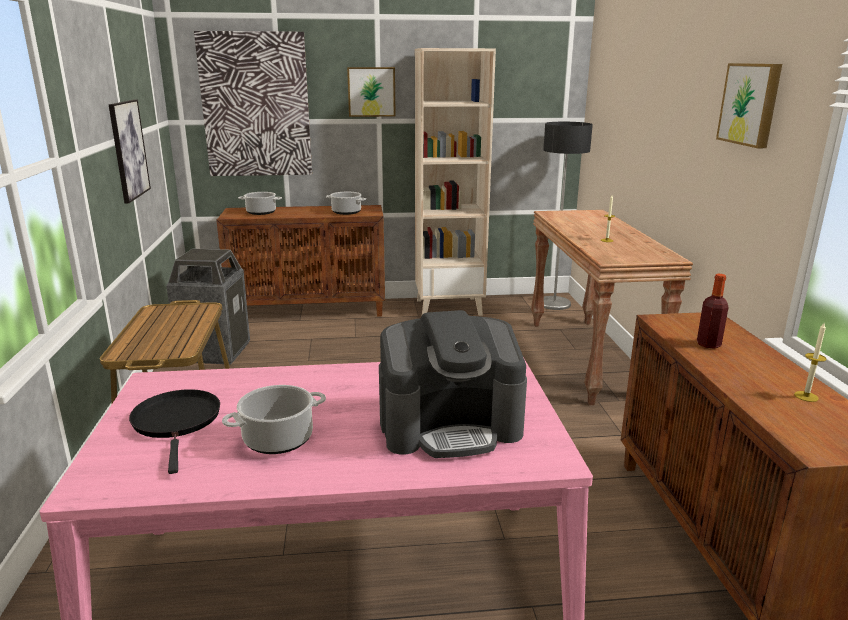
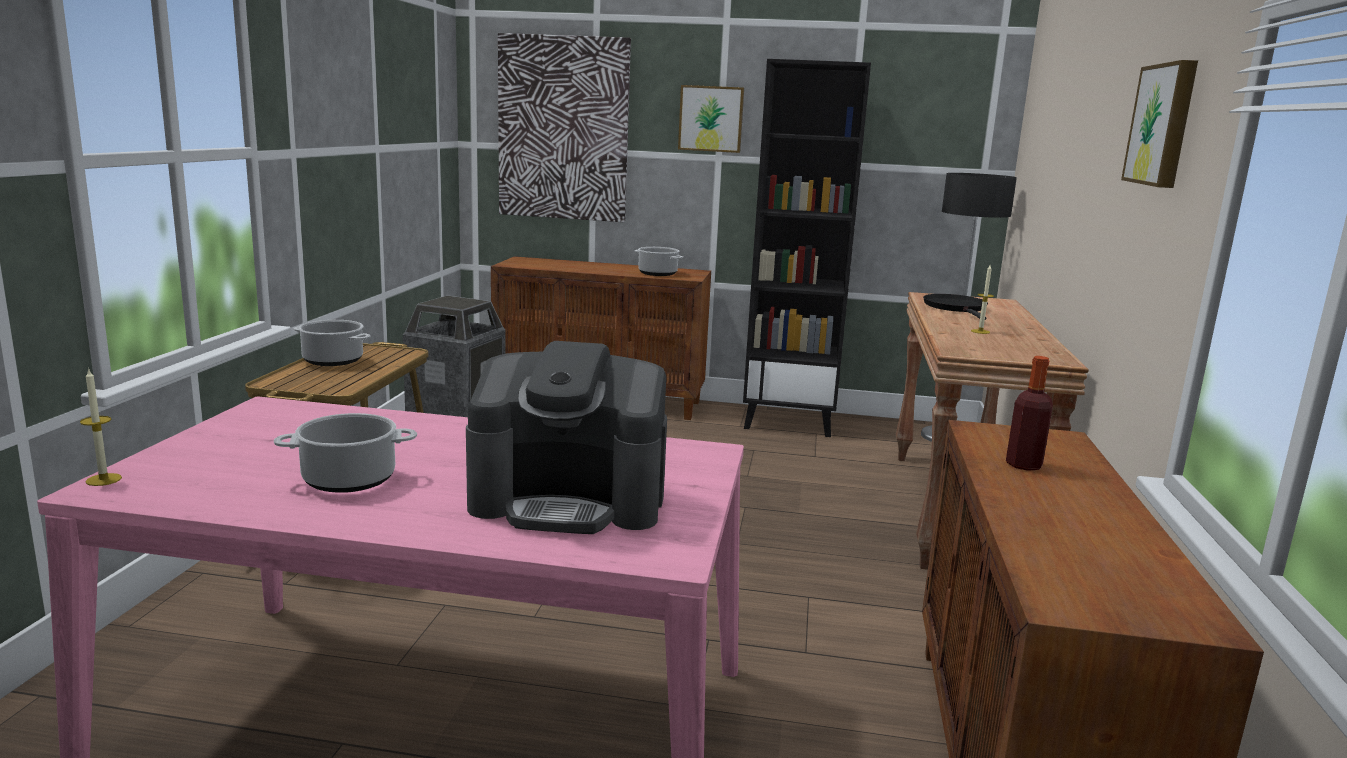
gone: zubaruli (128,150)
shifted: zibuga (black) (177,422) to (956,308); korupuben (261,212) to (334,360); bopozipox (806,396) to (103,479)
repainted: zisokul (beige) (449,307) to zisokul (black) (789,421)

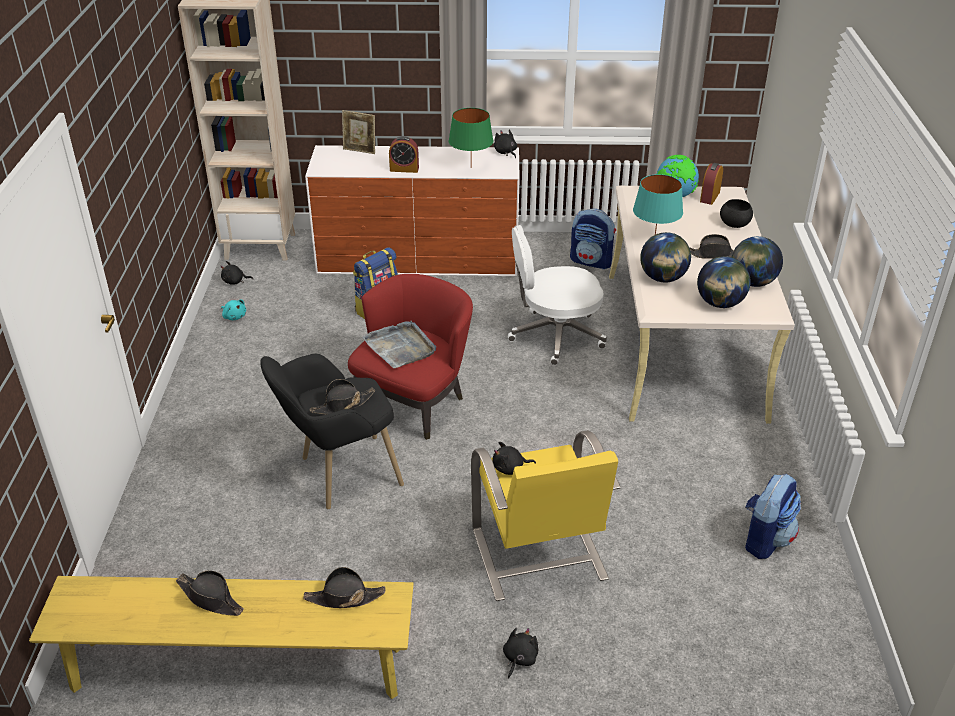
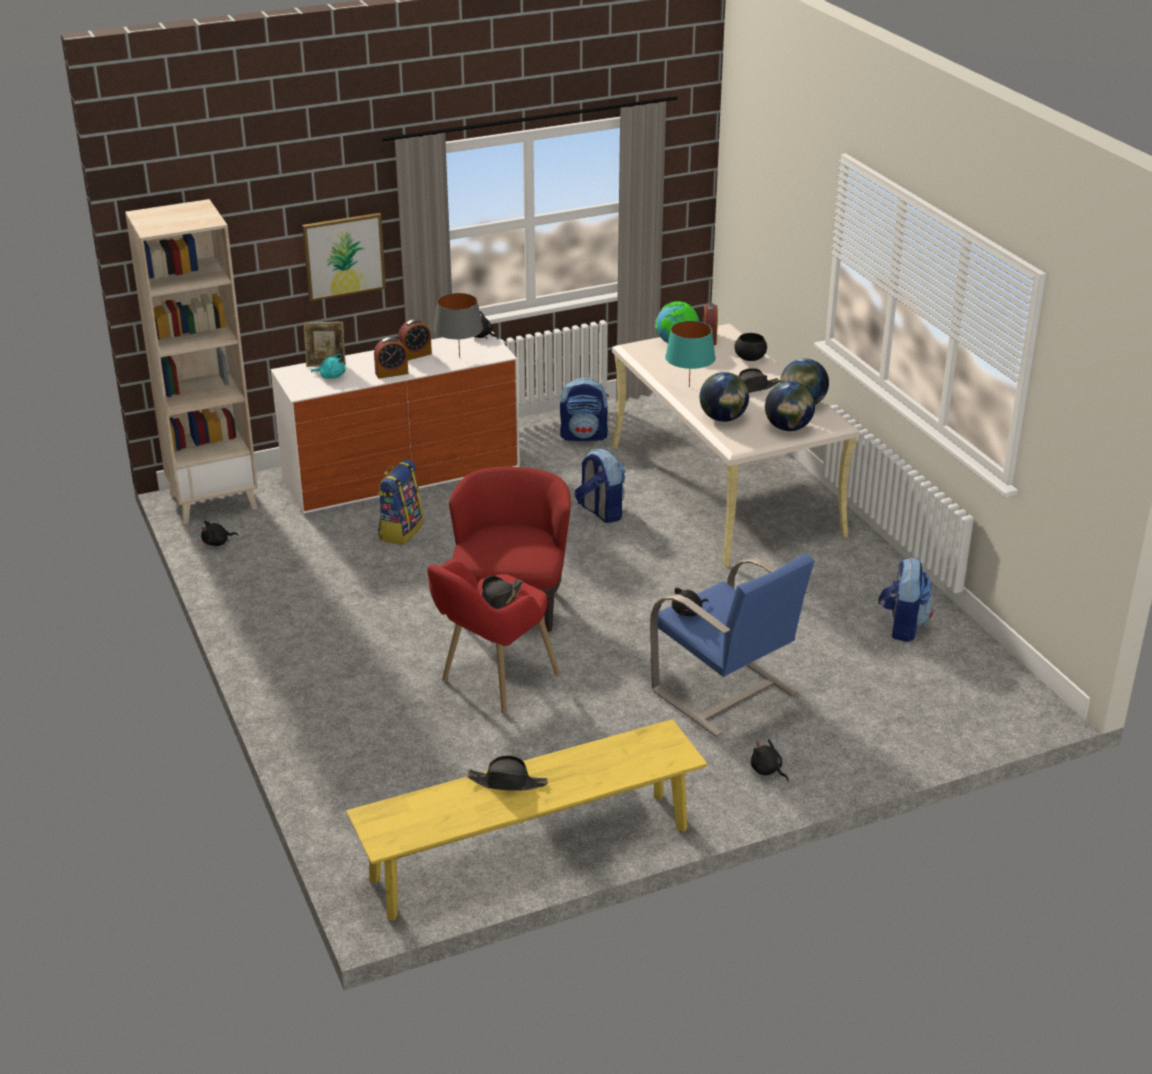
gone: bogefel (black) (344,597); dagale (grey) (401,347)
new: zubaruli (344,256); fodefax (415,355)
shifted: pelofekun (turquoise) (234,316) to (331,376)
swapped: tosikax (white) (555,335) to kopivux (600,512)
repainted: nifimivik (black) (338,476) to nifimivik (red) (490,685); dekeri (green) (470,167) to dekeri (grey) (459,357); nifimivik (yellow) (539,555) to nifimivik (blue) (725,693)
rotated: pelofekun (black) (519,659) = (767,770) 45 degrees counterclockwise

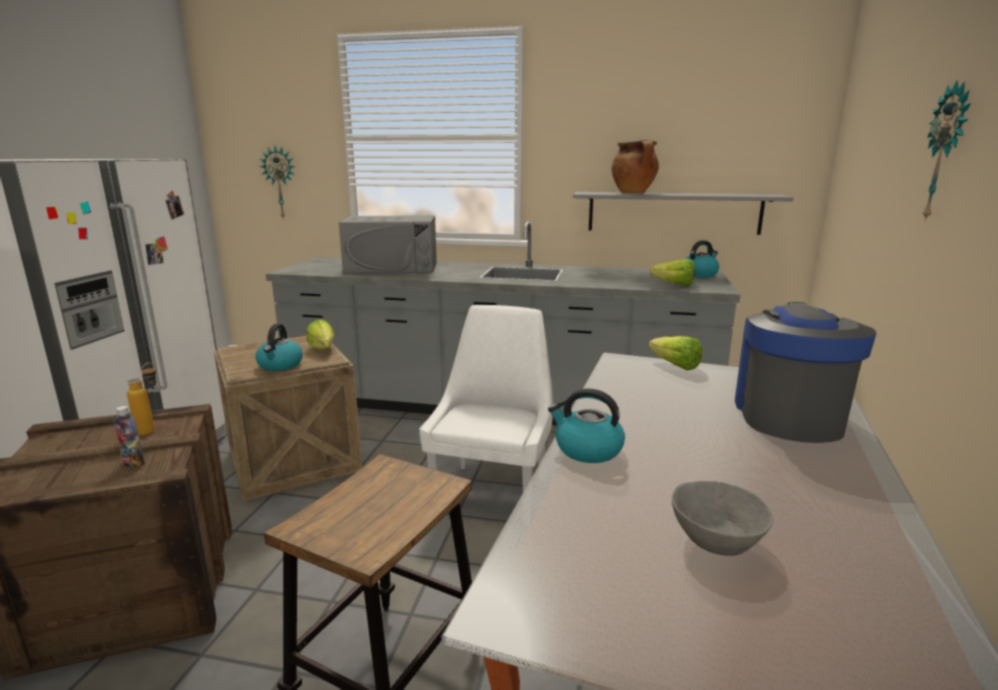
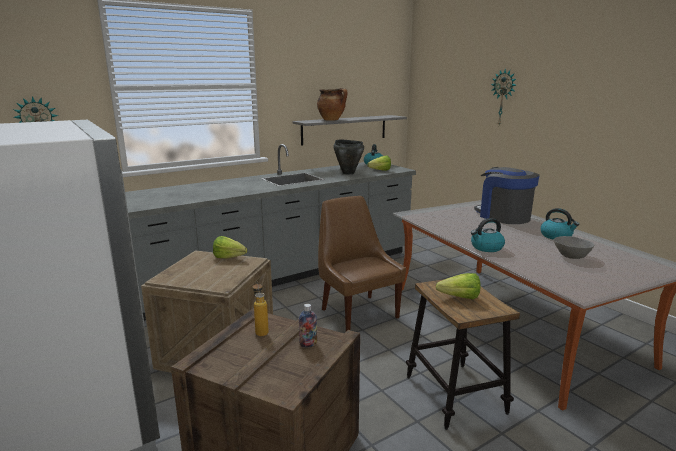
gone: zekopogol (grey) (392,267)
new: korupuben (black) (348,173)
shifted: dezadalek (280,365) to (556,236); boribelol (672,365) to (456,297)
repainted: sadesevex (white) (493,491) to sadesevex (brown) (358,312)

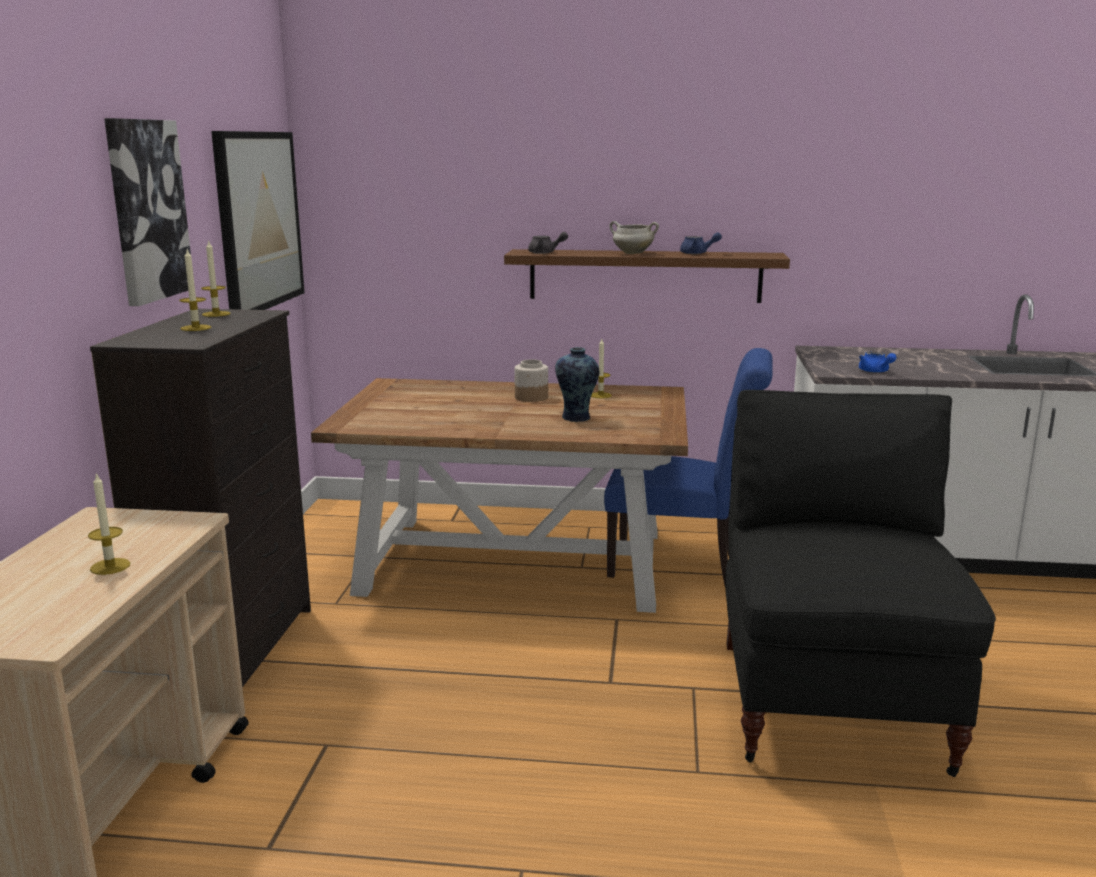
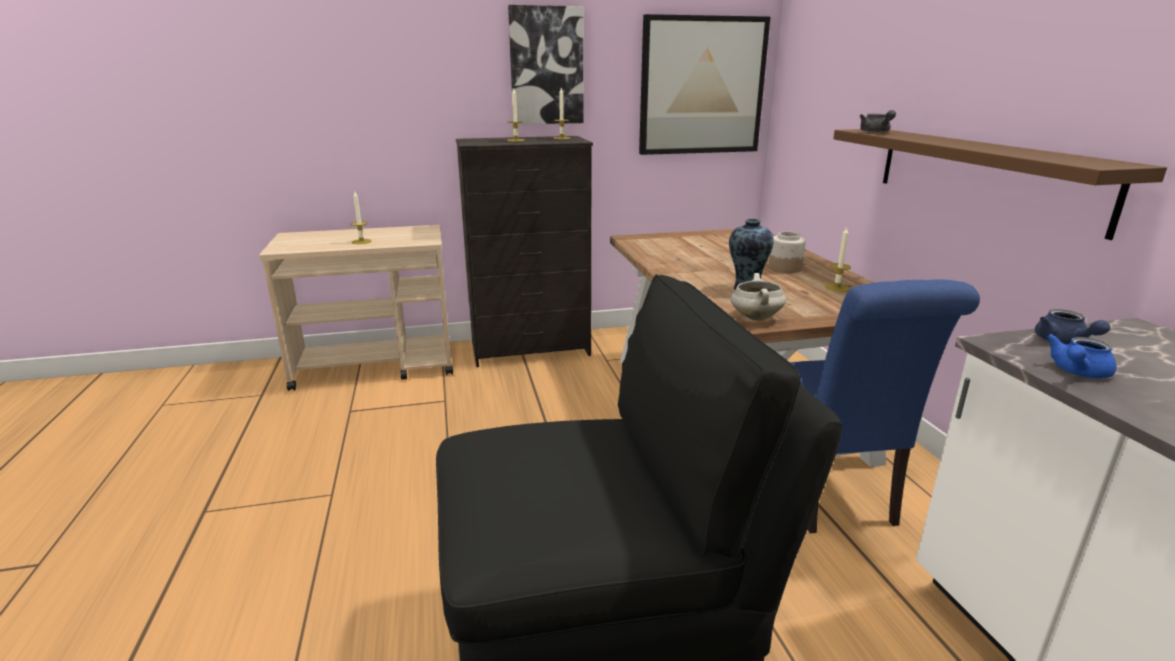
shifted: korupuben (white) (632,253) to (755,317); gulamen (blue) (697,253) to (1063,342)

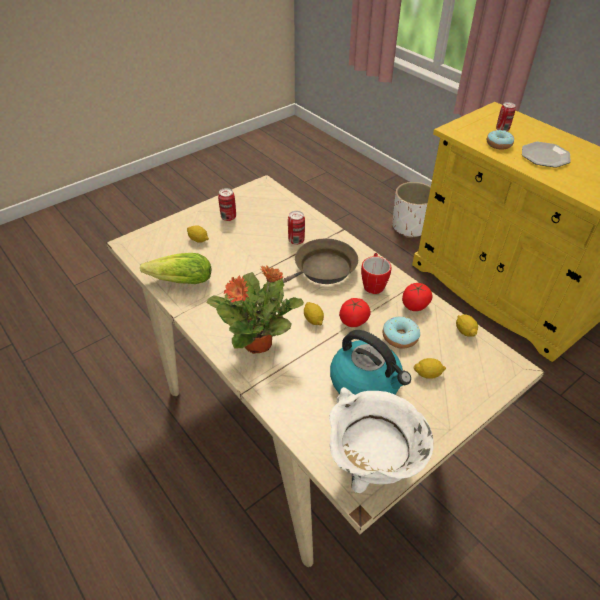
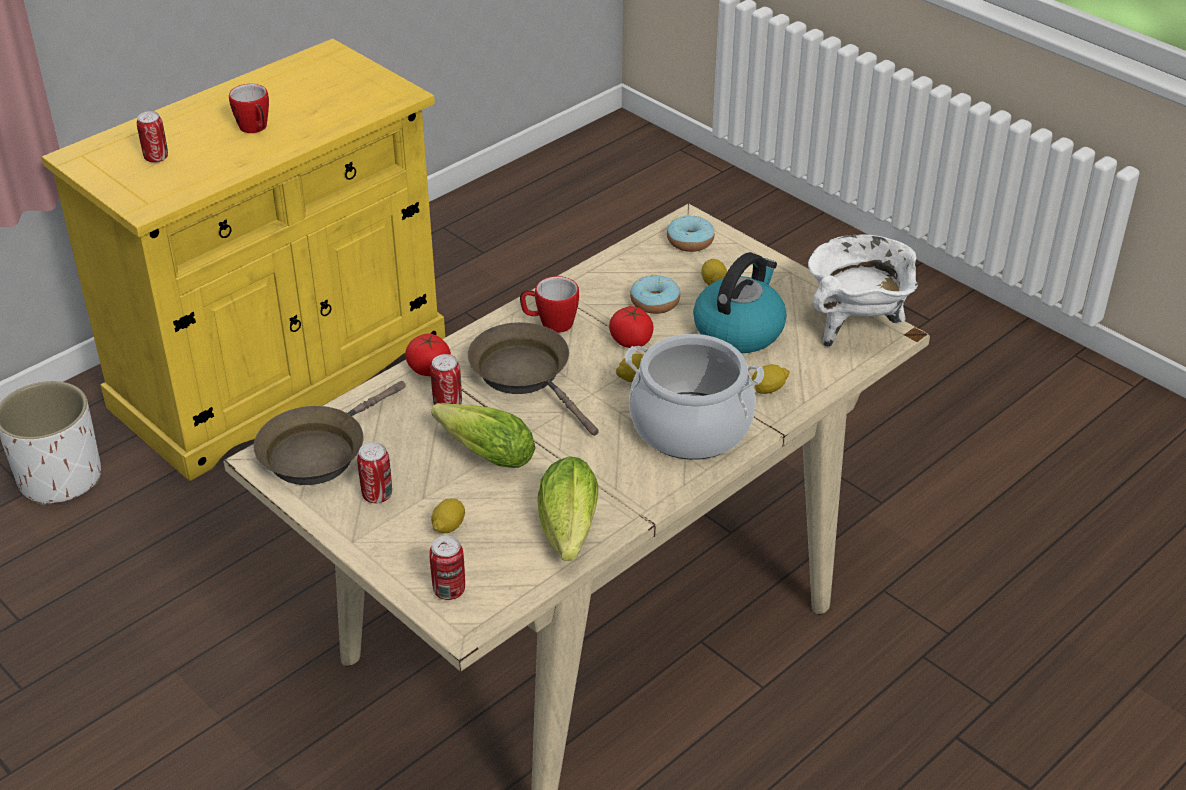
new: zibuga (brown) (318,451); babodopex (449,590); boribelol (481,452)
shifted: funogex (415,305) to (429,369); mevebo (464,331) to (767,389); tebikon (499,144) to (690,241)
swapped: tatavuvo (259,343) to korupuben (690,426); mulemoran (545,157) to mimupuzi (255,129)

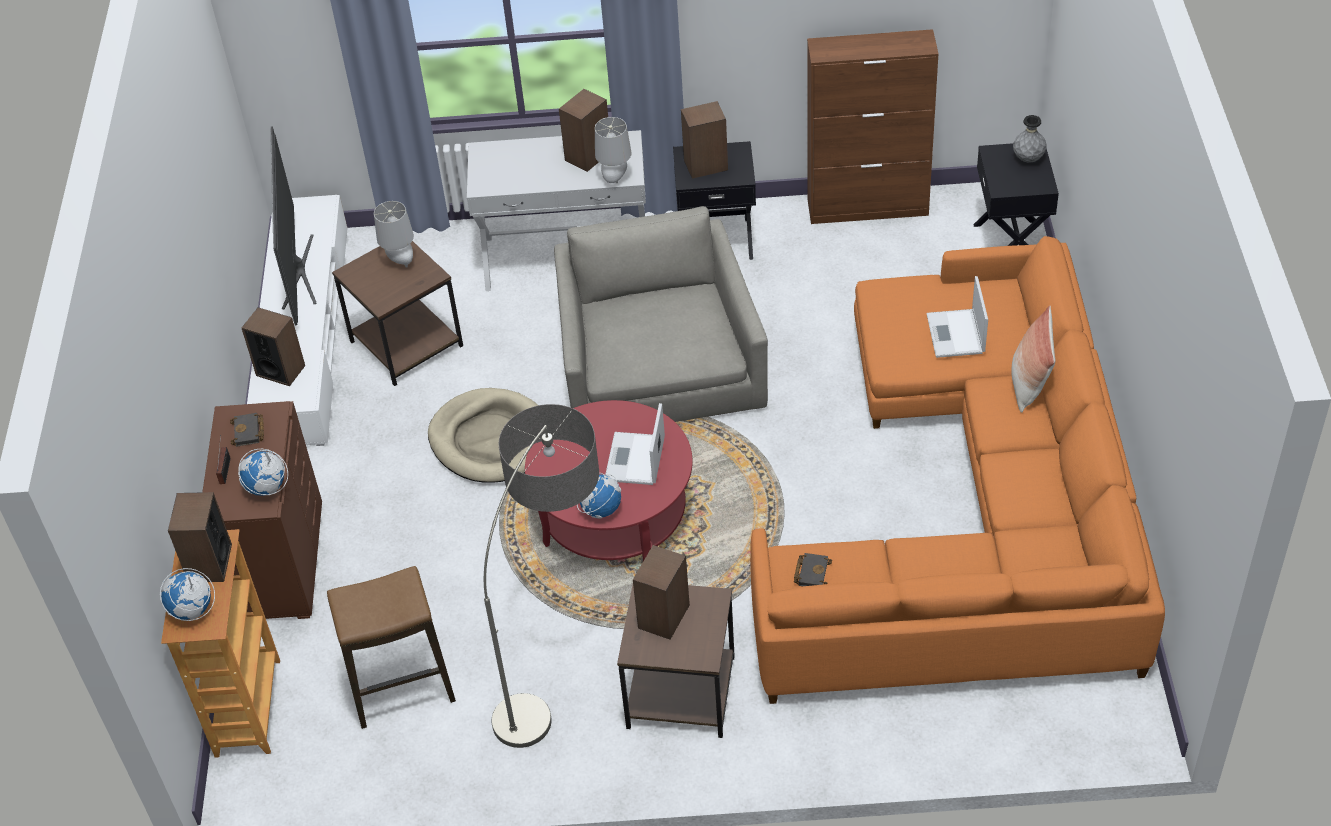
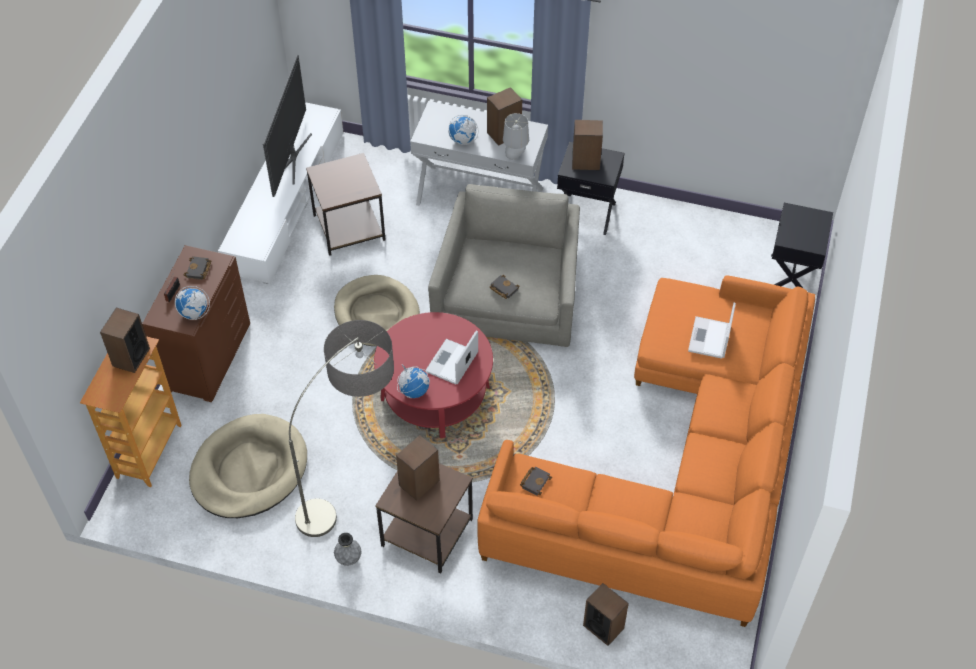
gone: dekeri (grey) (400,261); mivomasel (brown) (868,207); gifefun (1029,384)
new: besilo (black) (503,288)
shifted: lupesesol (192,610) to (462,140); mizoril (280,370) to (603,626); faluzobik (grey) (1028,159) to (348,558)
swapped: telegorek (401,688) to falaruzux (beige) (249,470)

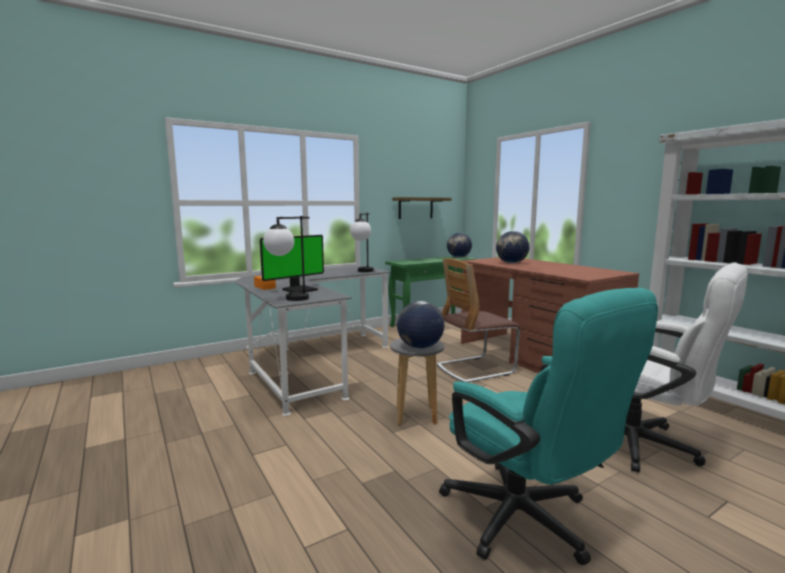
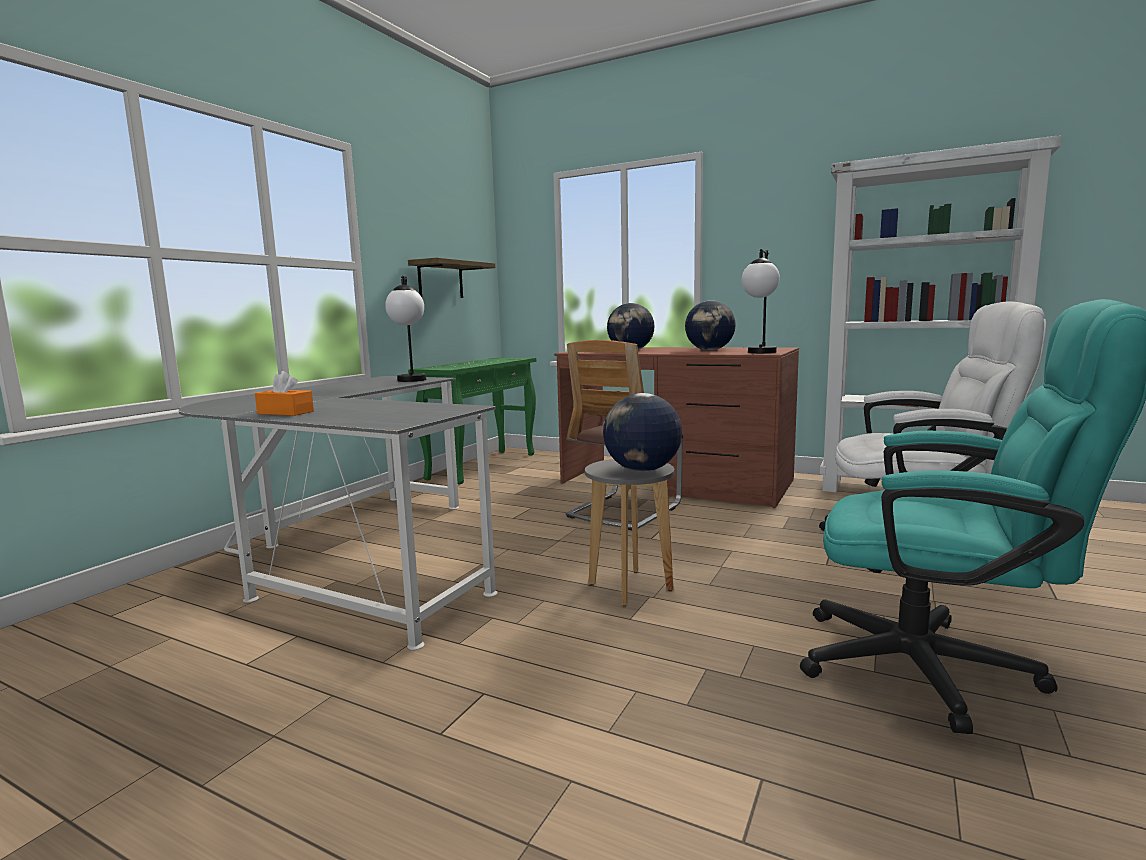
gone: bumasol (299,289)
shifted: dekeri (288,299) to (760,353); lupesesol (458,257) to (709,350)

